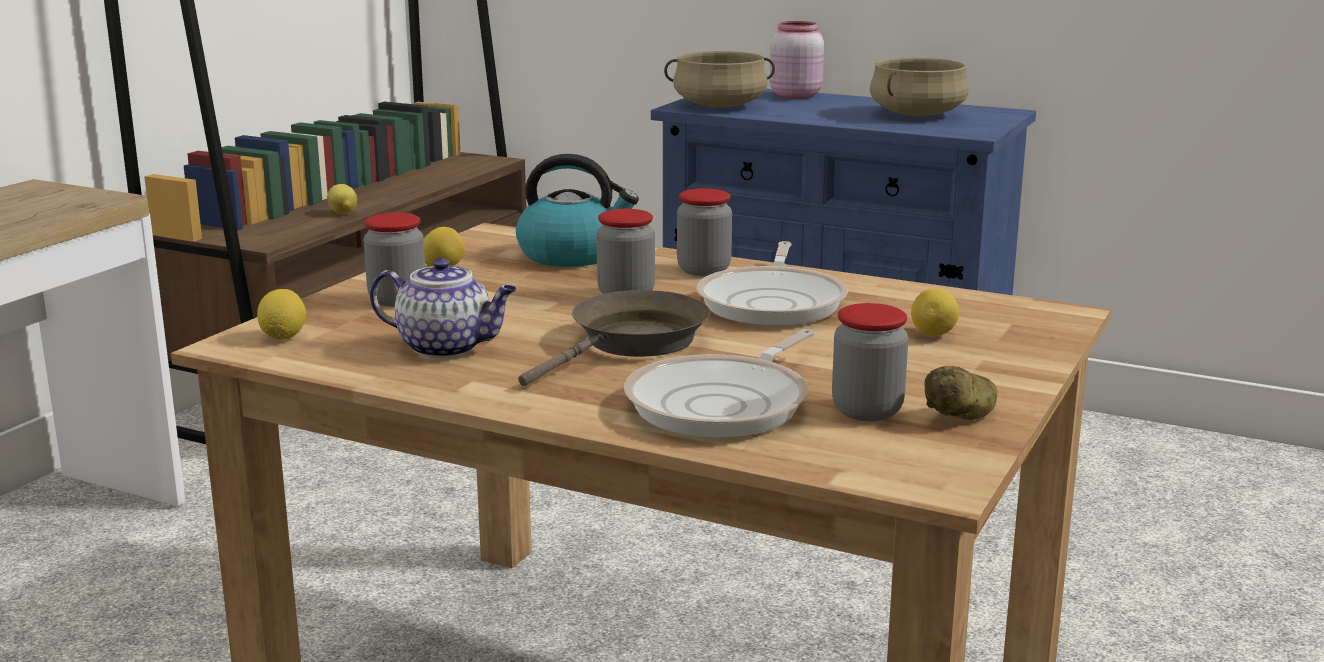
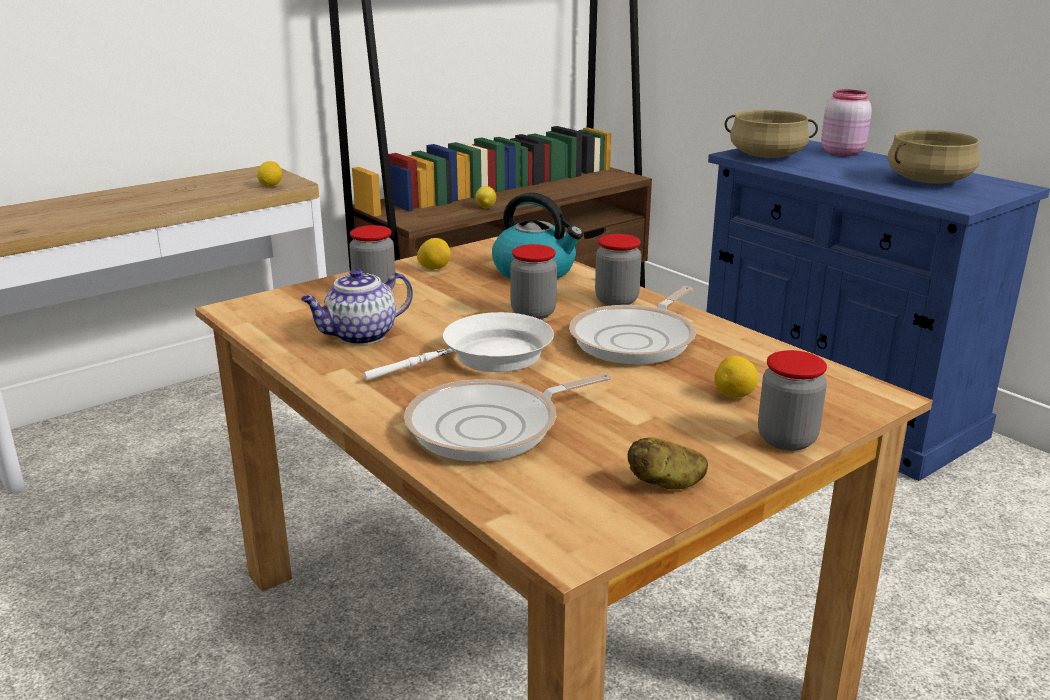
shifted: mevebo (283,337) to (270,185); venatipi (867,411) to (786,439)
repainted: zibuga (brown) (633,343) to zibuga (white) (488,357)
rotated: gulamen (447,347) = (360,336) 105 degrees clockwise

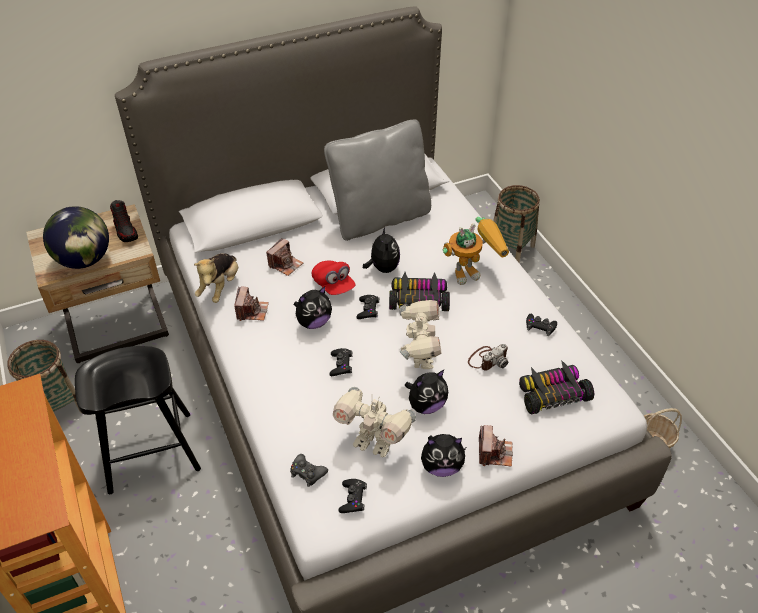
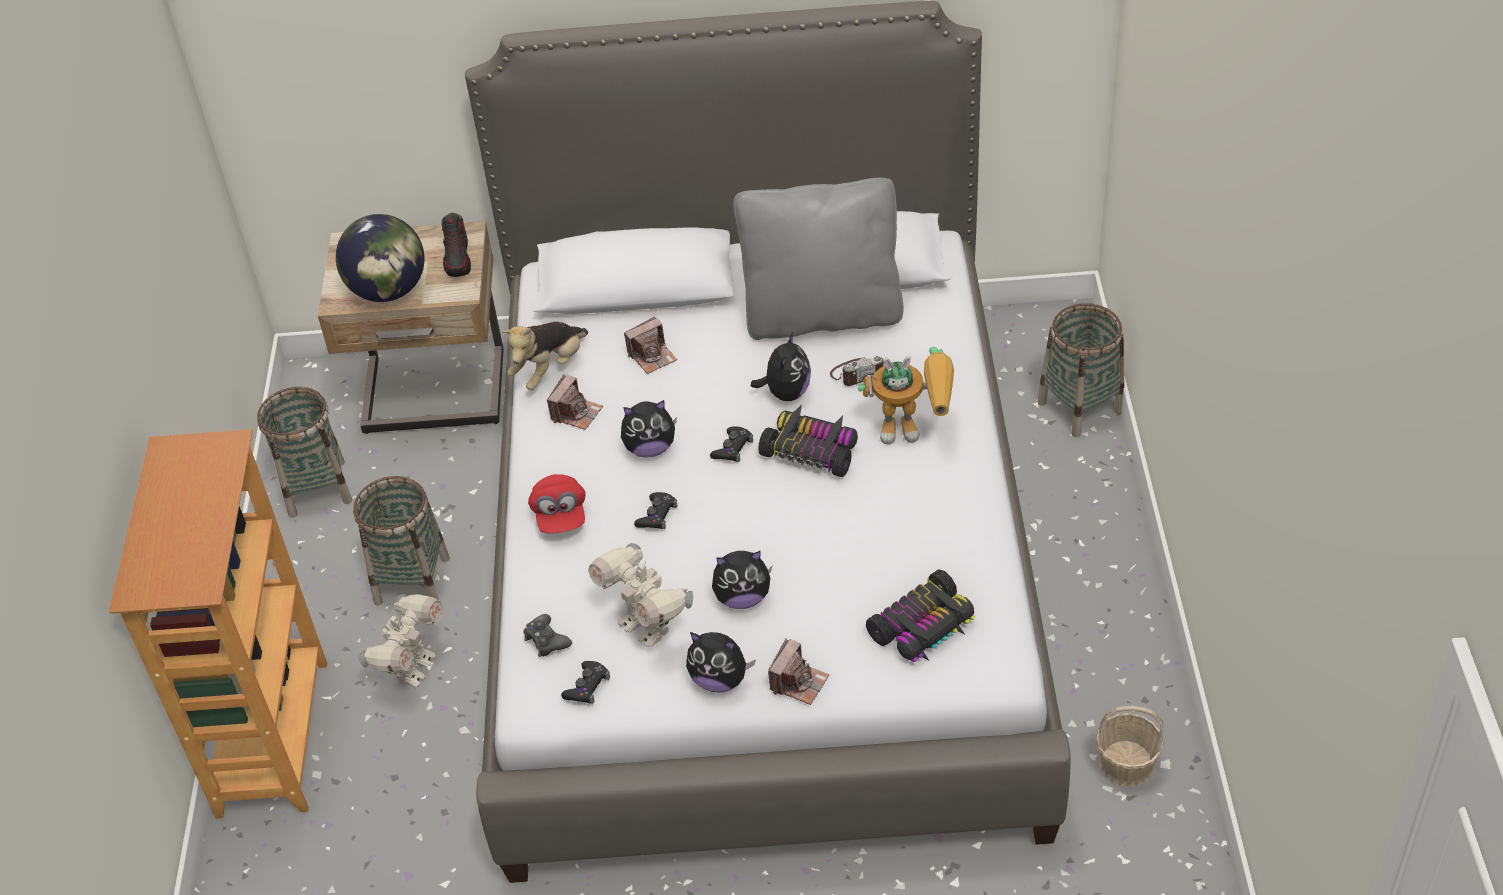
gone: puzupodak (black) (540,326)
shifted: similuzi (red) (333,285) to (560,515); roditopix (419,358) to (412,668); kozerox (487,359) to (858,374)
swapped: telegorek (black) (150,452) to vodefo (412,580)
rotated: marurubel (552,393) = (924,627) 135 degrees clockwise

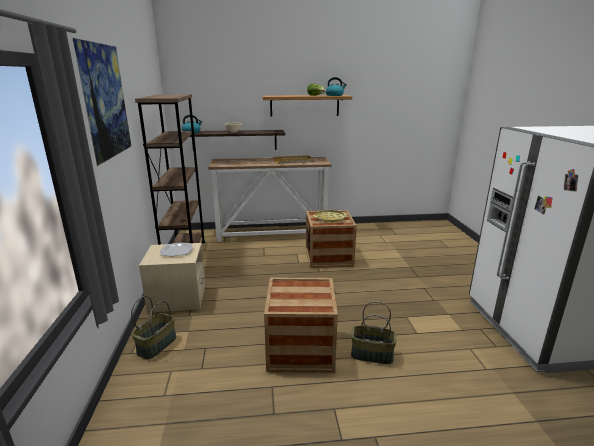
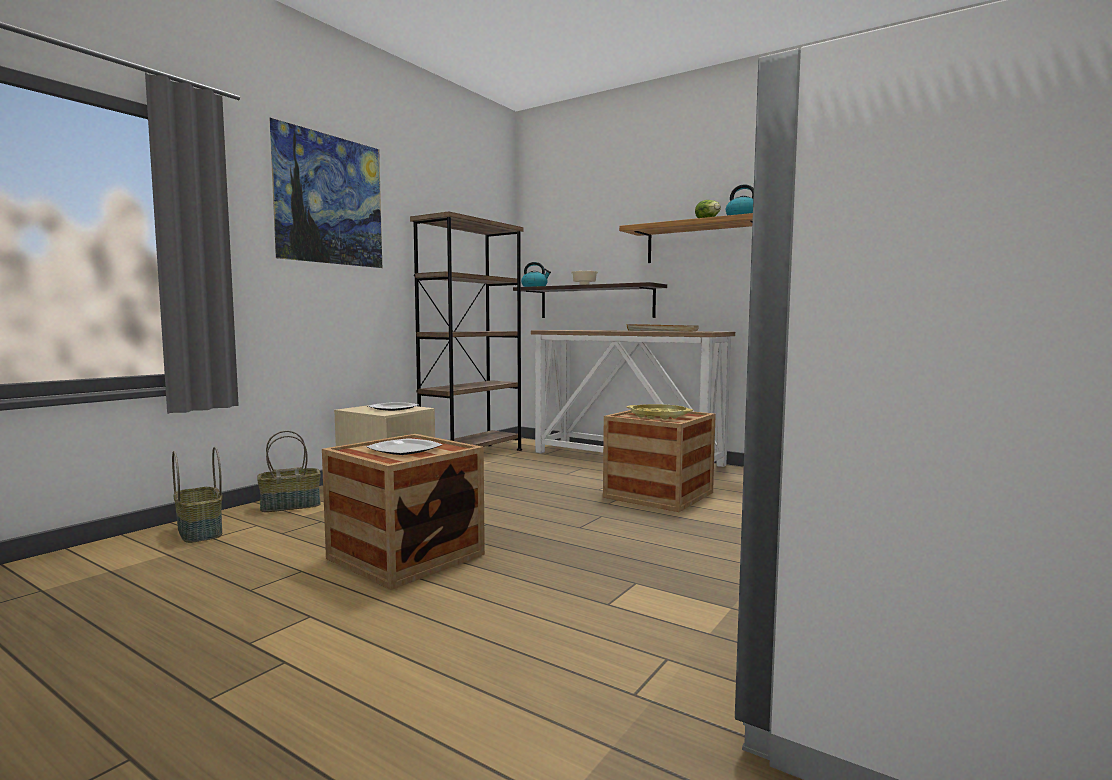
new: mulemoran (404,449)
shifted: vodefo (371,355) to (198,532)

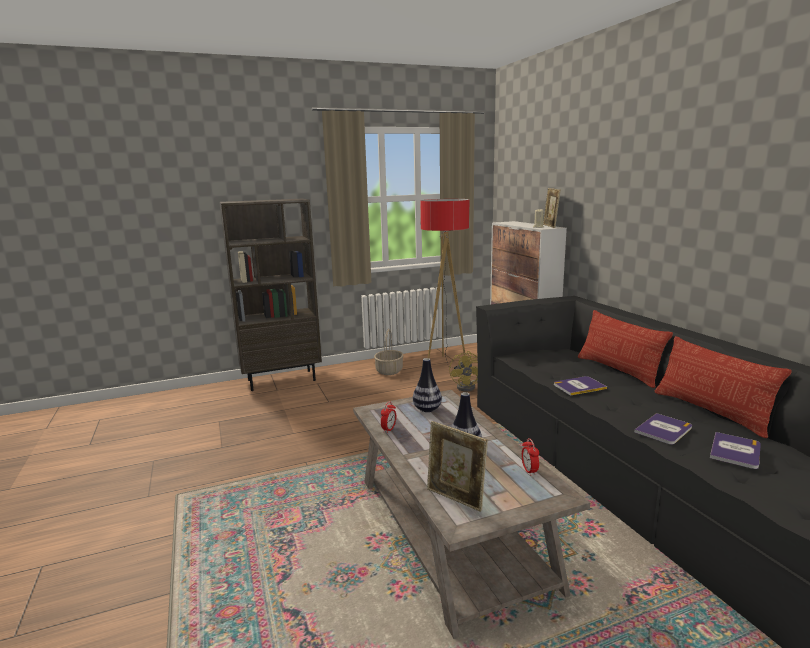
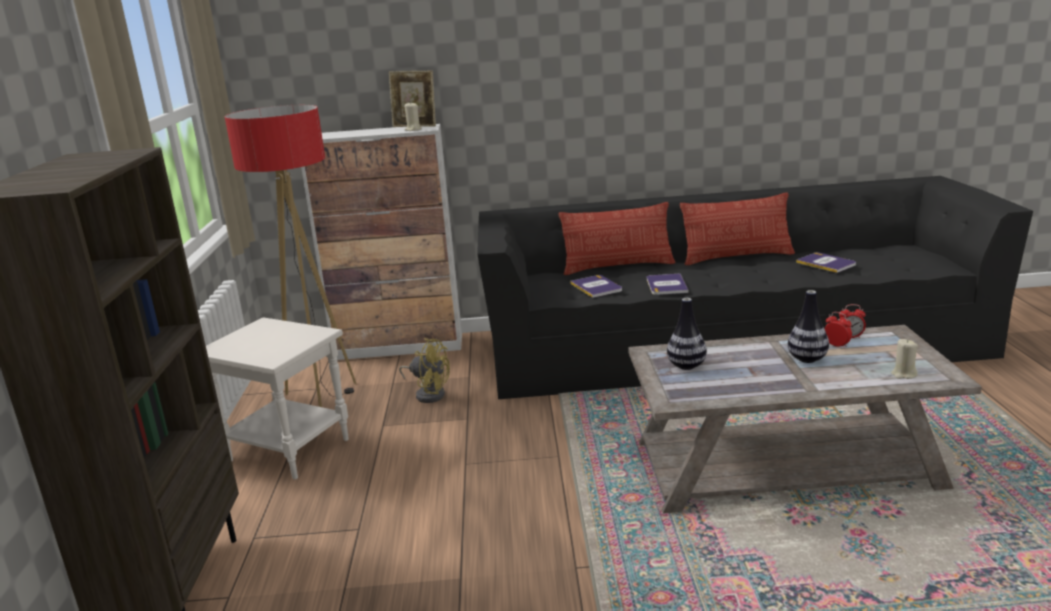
shifted: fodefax (389,429) to (836,345); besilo (663,430) to (596,287)
swapped: vodefo (389,370) to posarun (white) (287,451); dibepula (455,498) to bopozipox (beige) (903,374)

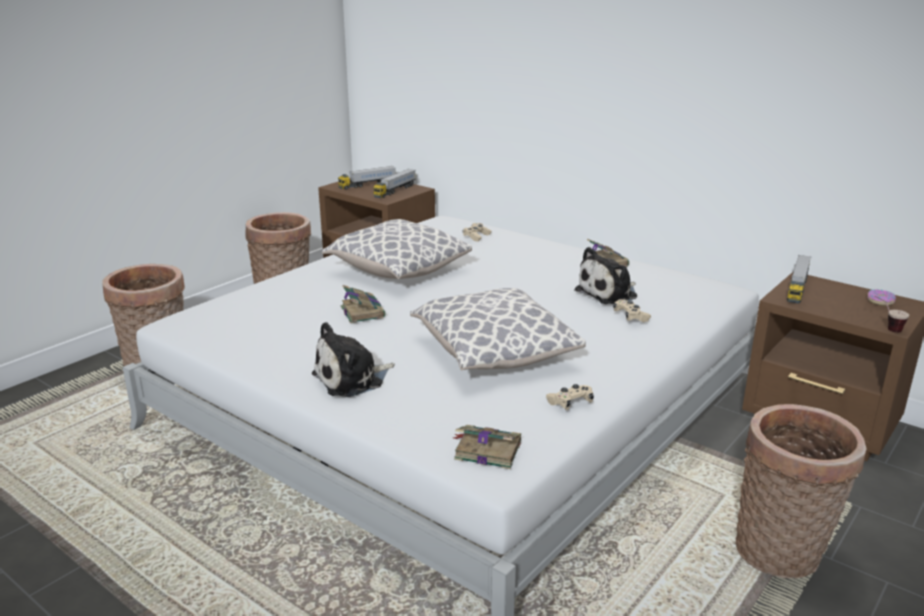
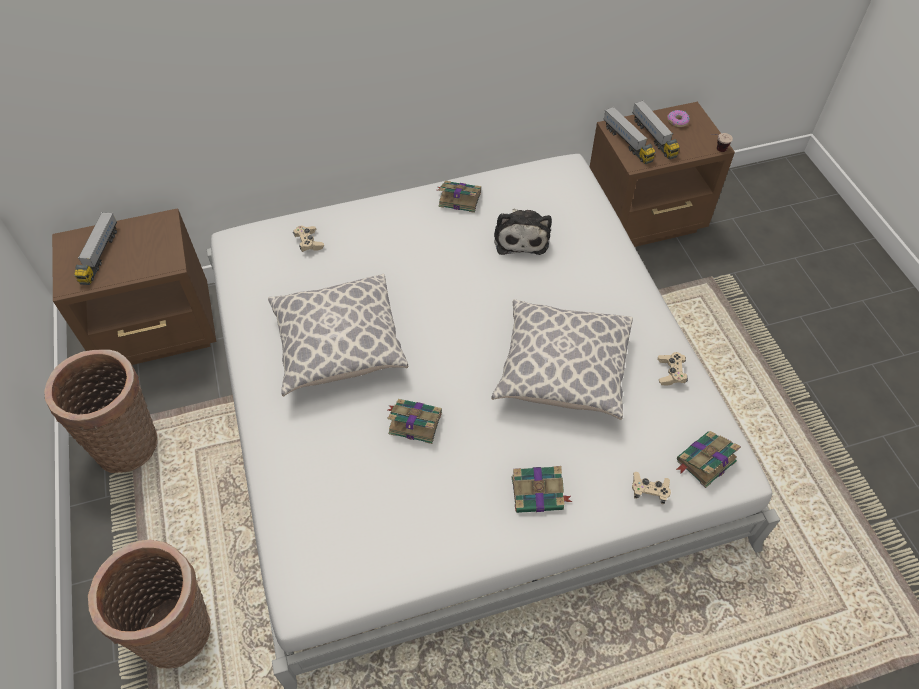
gone: vodefo (782,554)
shifted: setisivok (395,191) to (653,137); puzupodak (beige) (630,317) to (649,491)
swapped: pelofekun (352,379) to besilo (538,493)

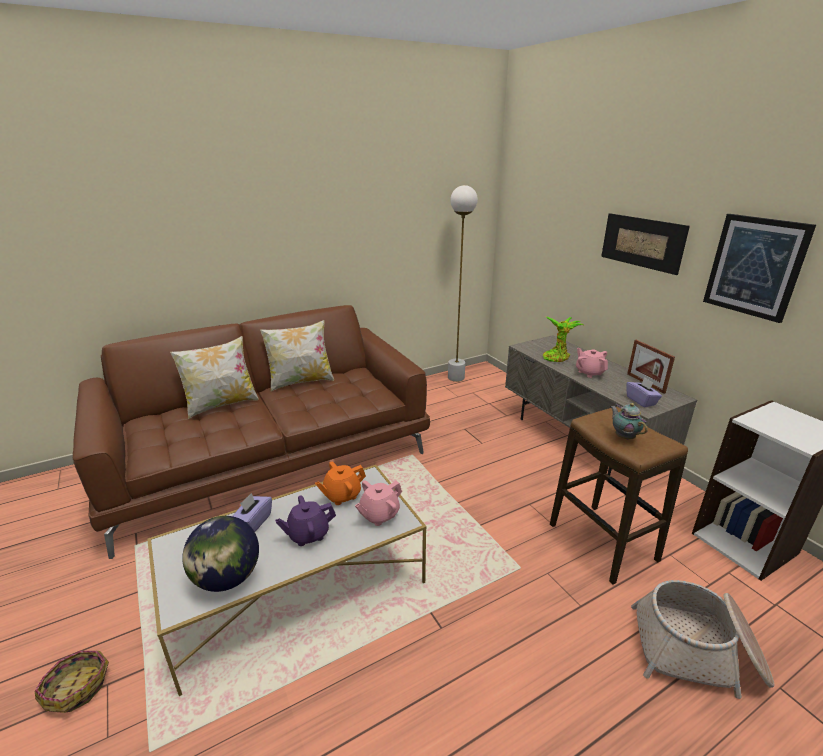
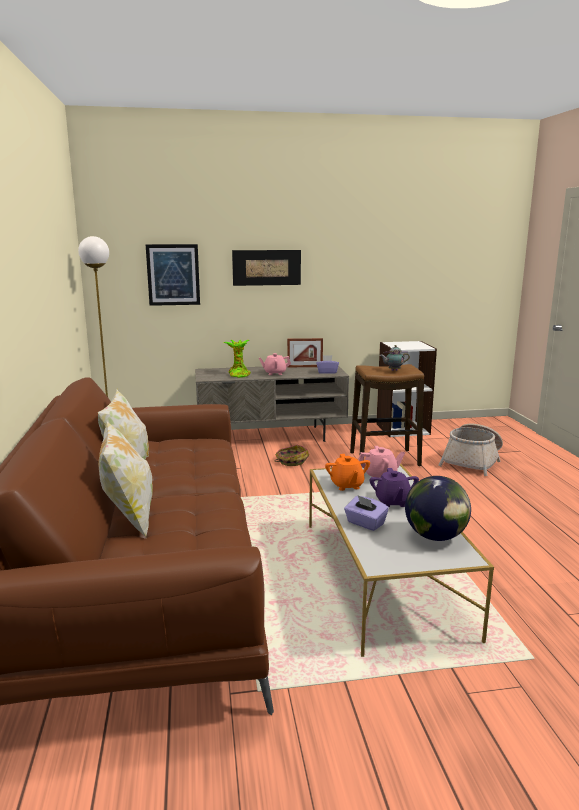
shifted: vodefo (77,686) to (291,461); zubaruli (755,266) to (173,274)
rotated: gulamen (pink) (379,515) = (380,475) 75 degrees counterclockwise

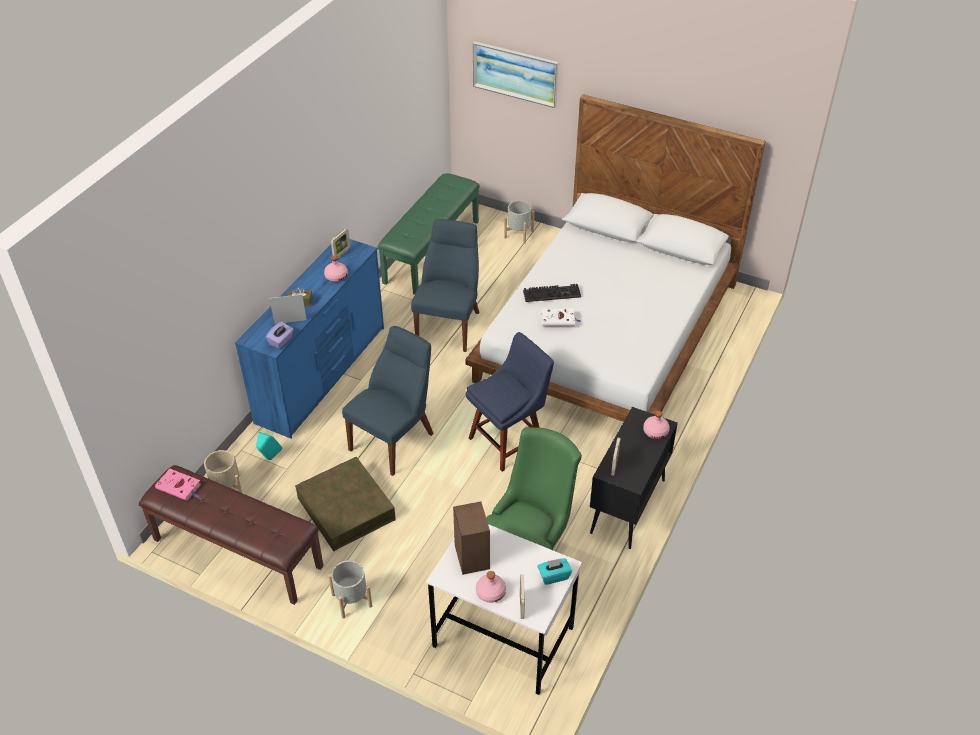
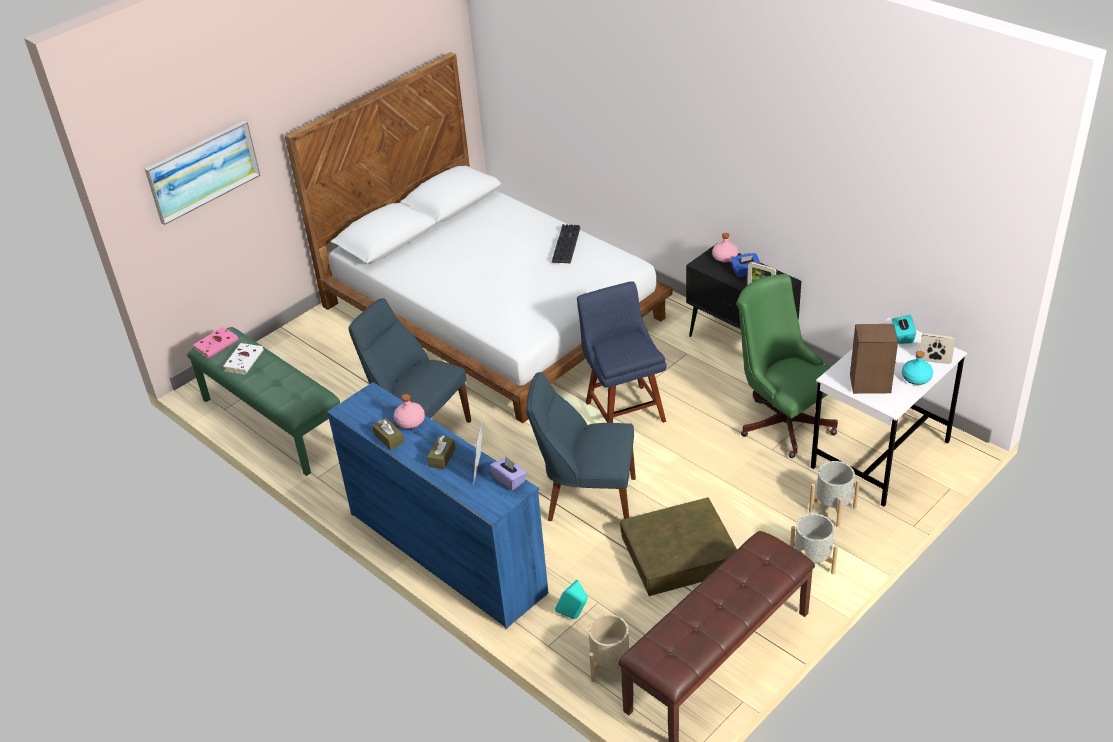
gone: dibepula (341,253)
new: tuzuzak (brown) (389,438); tuzuzak (blue) (745,272)
shifted: besilo (pink) (180,487) to (217,344); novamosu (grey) (518,234) to (832,509); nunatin (552,293) to (565,244); besilo (white) (559,319) to (244,360)
repainted: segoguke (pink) (490,592) to segoguke (turquoise) (916,378)
rotated: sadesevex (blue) (394,439) = (587,499) 45 degrees counterclockwise

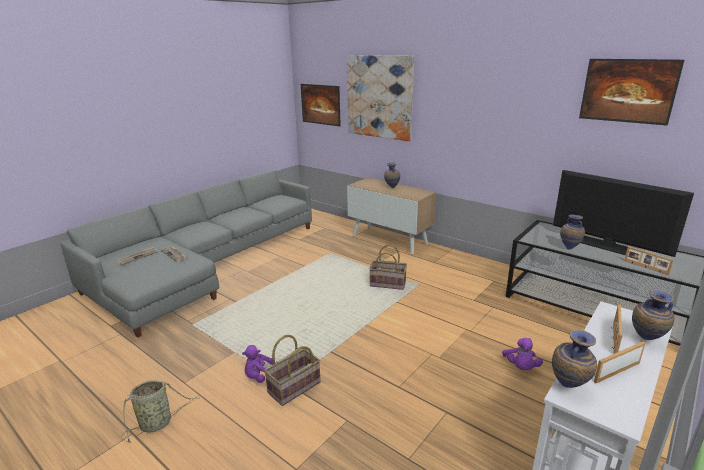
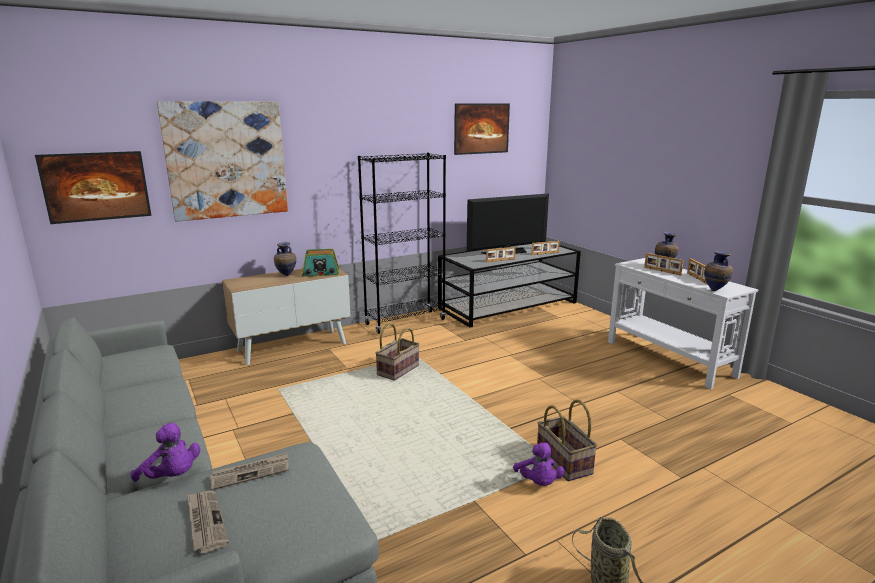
new: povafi (321,273); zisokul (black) (405,322)
shifted: pelofekun (purple) (520,367) to (172,476)
swapped: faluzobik (569,248) to dibepula (500,260)

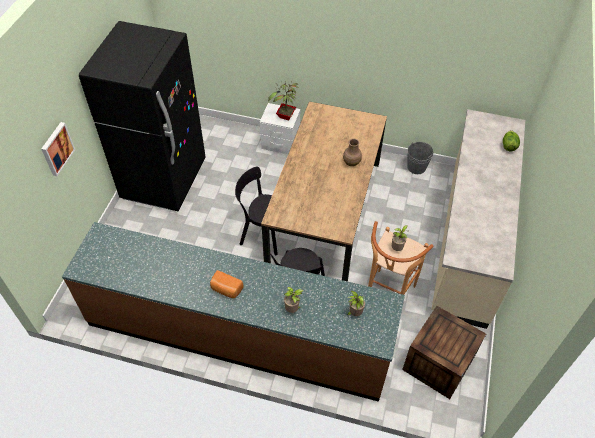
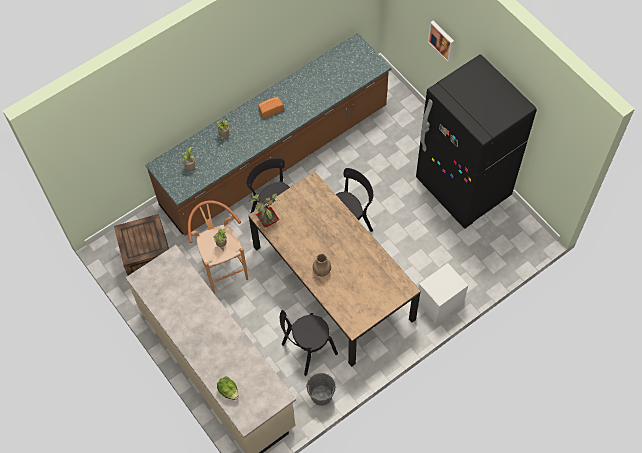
new: sadesevex (black) (307,350)
shifted: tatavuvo (285,117) to (267,220)

